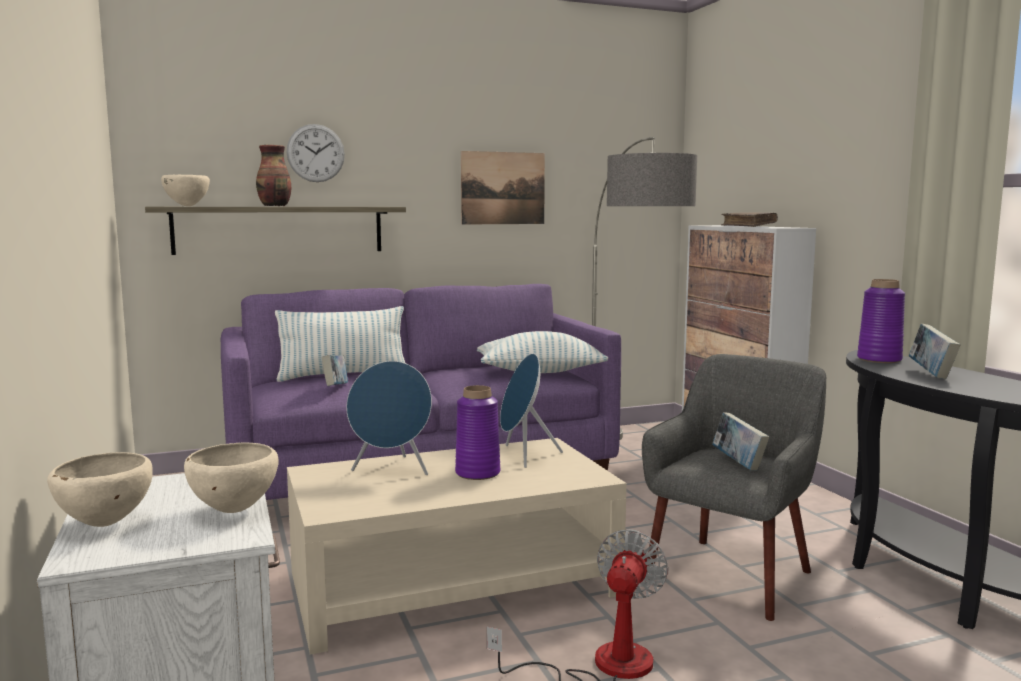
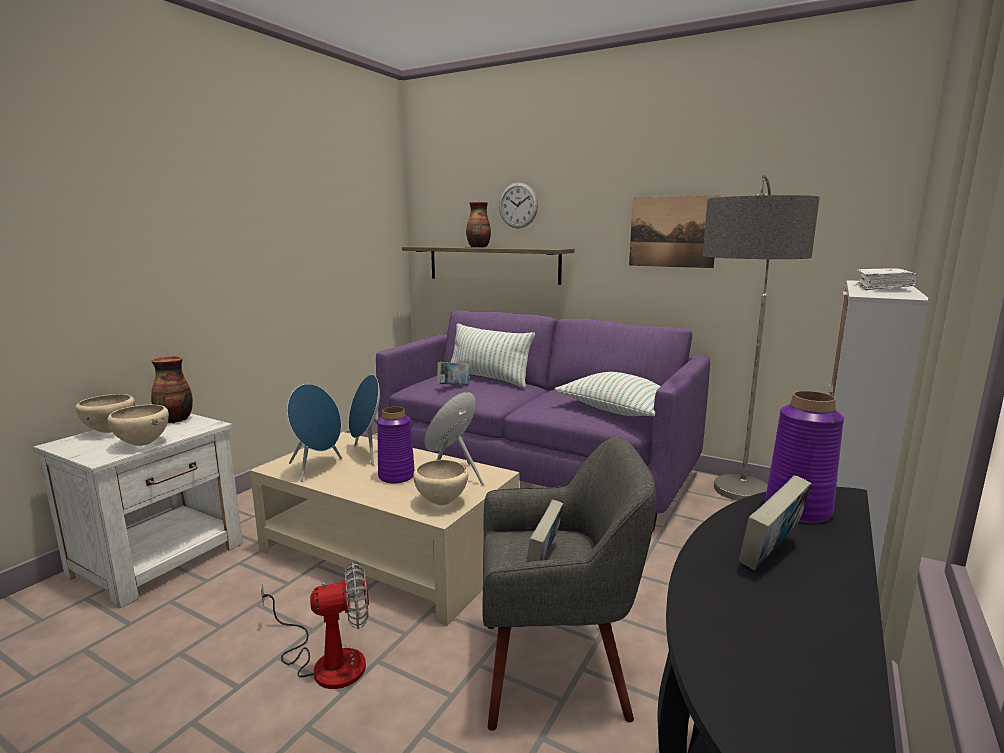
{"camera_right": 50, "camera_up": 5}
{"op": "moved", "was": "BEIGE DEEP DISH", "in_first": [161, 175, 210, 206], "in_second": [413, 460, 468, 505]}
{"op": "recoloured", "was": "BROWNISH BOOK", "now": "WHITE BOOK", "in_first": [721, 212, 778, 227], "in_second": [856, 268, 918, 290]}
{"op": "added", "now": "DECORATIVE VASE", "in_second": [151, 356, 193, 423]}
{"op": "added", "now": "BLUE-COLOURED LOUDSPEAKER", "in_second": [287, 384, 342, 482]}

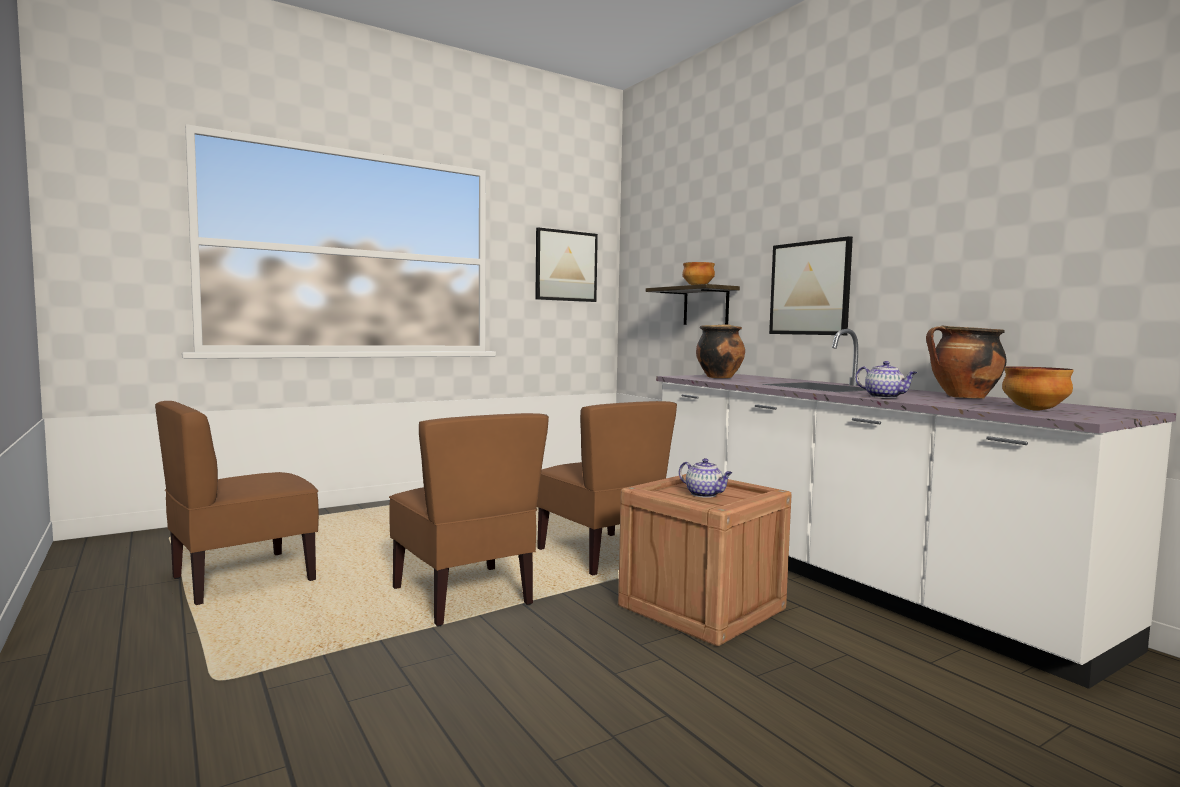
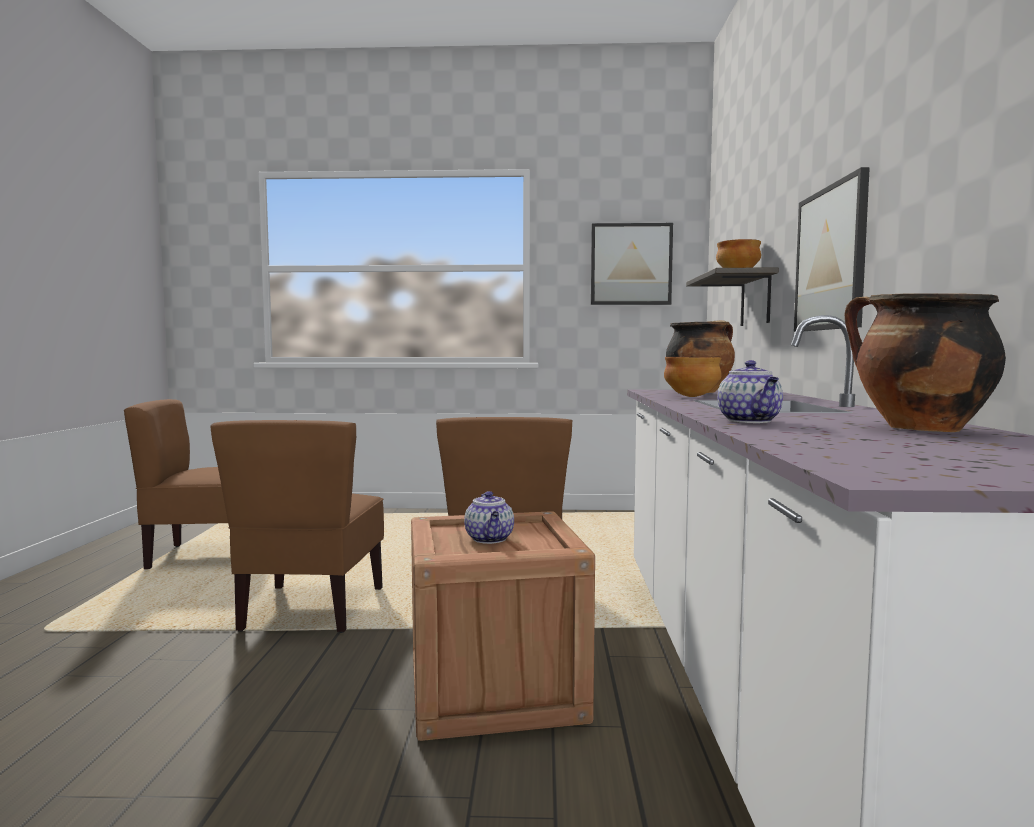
{"camera_right": 35, "camera_up": 0}
{"op": "moved", "was": "DEEP DISH", "in_first": [1002, 366, 1074, 411], "in_second": [664, 357, 721, 397]}

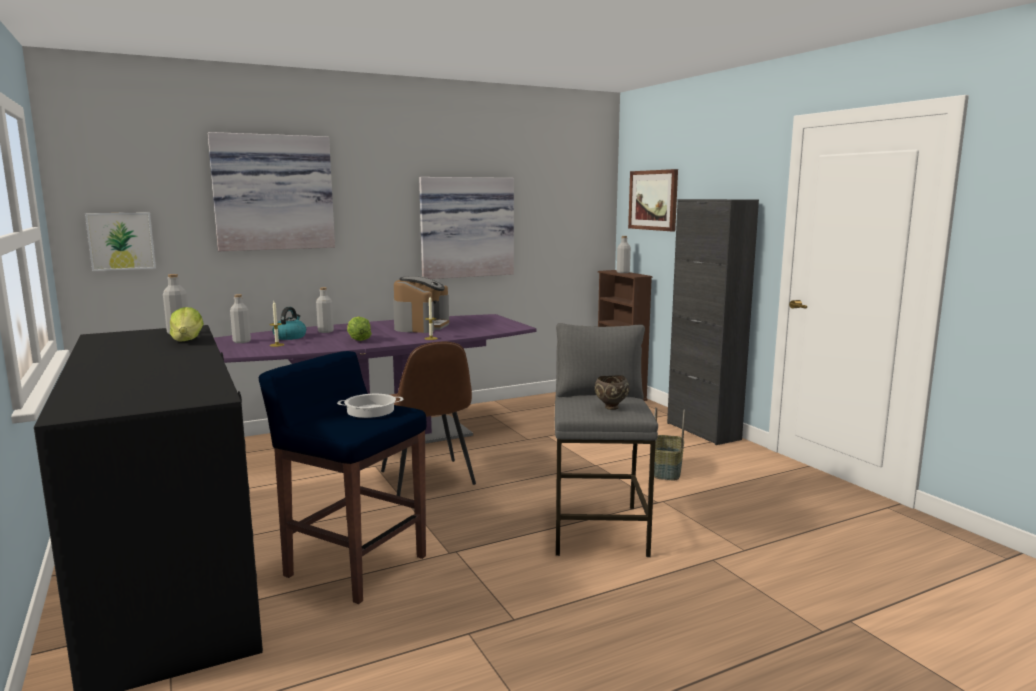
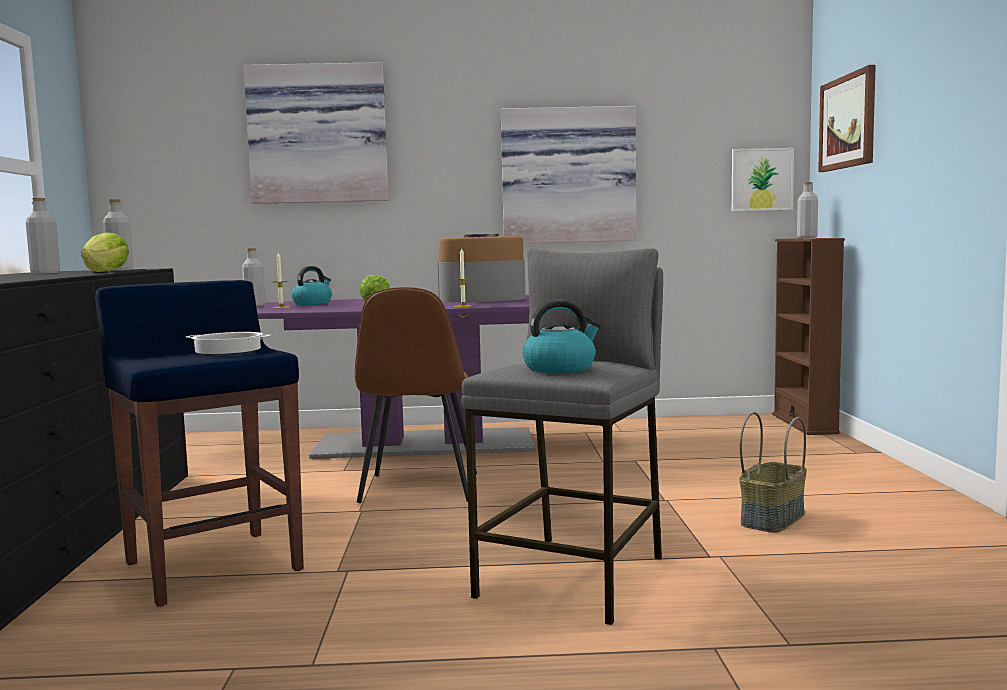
{"camera_right": 25, "camera_up": -5}
{"op": "removed", "was": "BLACKISH CUPBOARD", "in_first": [667, 199, 759, 445]}
{"op": "moved", "was": "WALL PICTURE", "in_first": [85, 212, 156, 271], "in_second": [732, 148, 794, 211]}
{"op": "turned", "was": "COFFEE MACHINE", "in_first": [393, 276, 449, 333], "in_second": [438, 234, 526, 302], "clockwise": -135}
{"op": "moved", "was": "GRAY DRINK BOTTLE", "in_first": [316, 287, 334, 333], "in_second": [26, 198, 60, 274]}
{"op": "replaced", "was": "BROWNISH DEEP DISH", "now": "TEA KETTLE", "in_first": [595, 375, 630, 410], "in_second": [523, 300, 601, 373]}

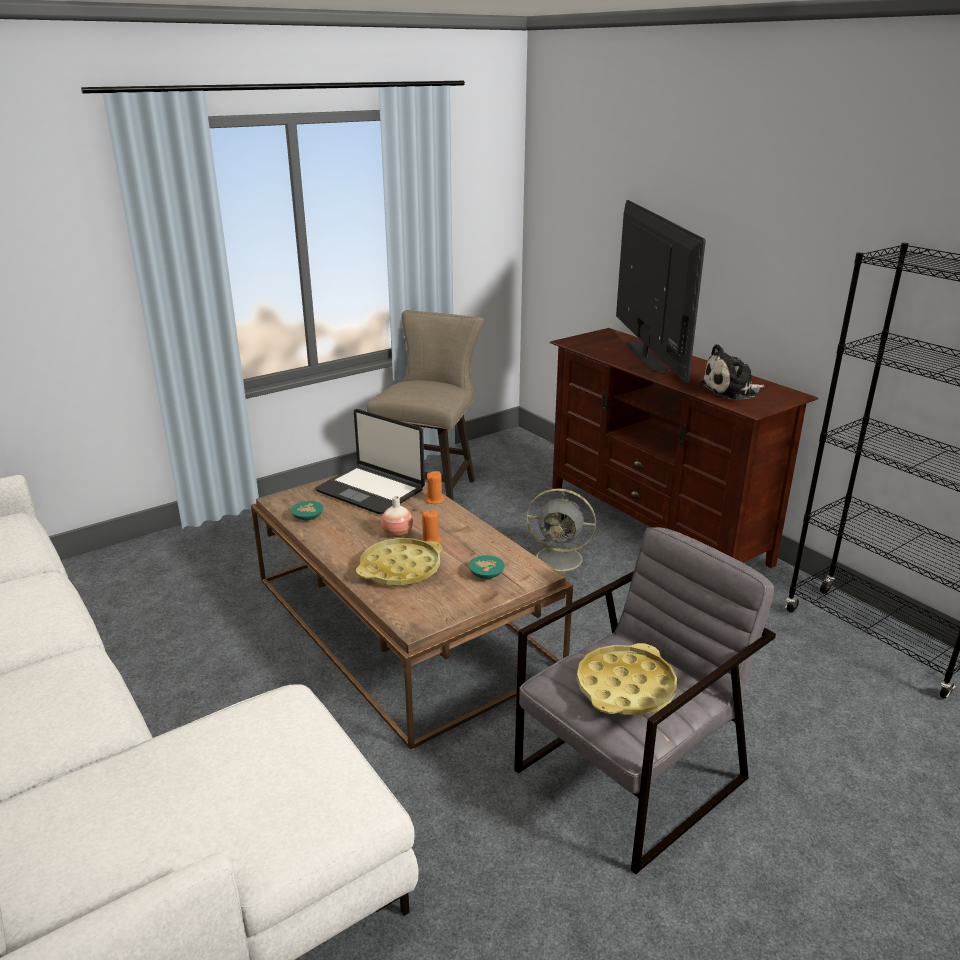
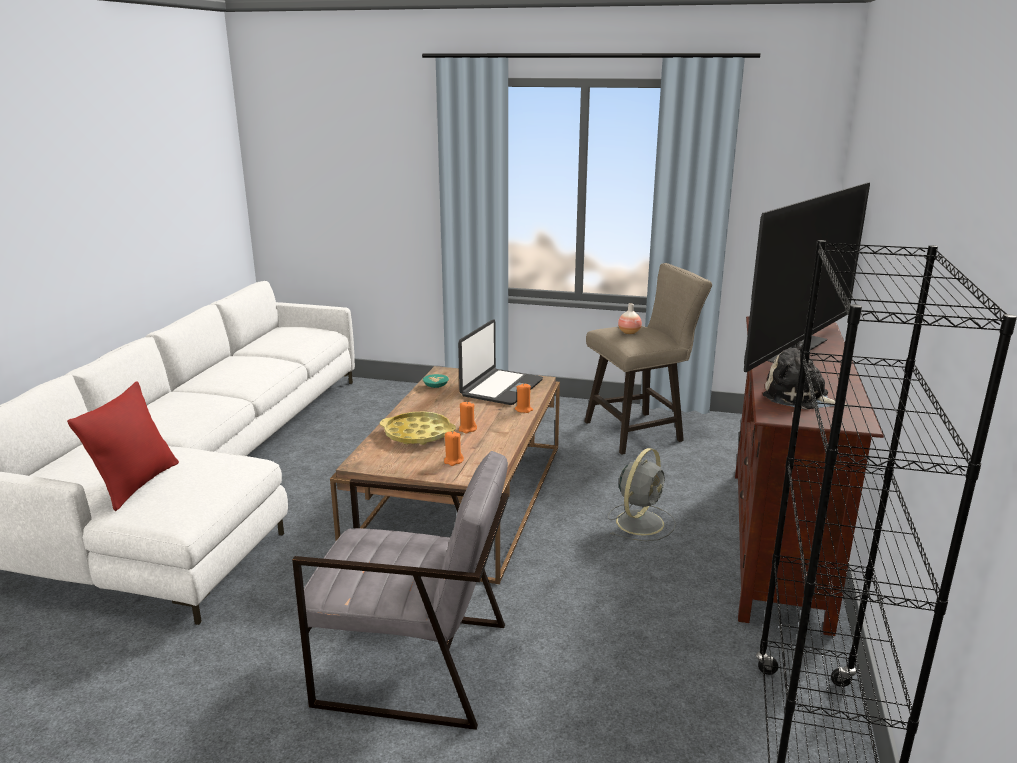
{"camera_right": 50, "camera_up": -5}
{"op": "turned", "was": "NOTEBOOK COMPUTER", "in_first": [315, 409, 425, 514], "in_second": [458, 319, 543, 405], "clockwise": -150}
{"op": "turned", "was": "GRAY COOLING FAN", "in_first": [526, 488, 596, 577], "in_second": [608, 448, 676, 541], "clockwise": -120}
{"op": "moved", "was": "DECORATIVE VASE", "in_first": [381, 496, 413, 537], "in_second": [618, 303, 642, 334]}
{"op": "replaced", "was": "TURQUOISE-COLOURED DEEP DISH", "now": "ORANGEY CANDLE", "in_first": [468, 555, 505, 579], "in_second": [444, 431, 464, 466]}
{"op": "removed", "was": "YELLOWISH TRAY", "in_first": [577, 643, 677, 715]}
{"op": "added", "now": "RED-COLOURED CUSHION", "in_second": [67, 381, 179, 511]}

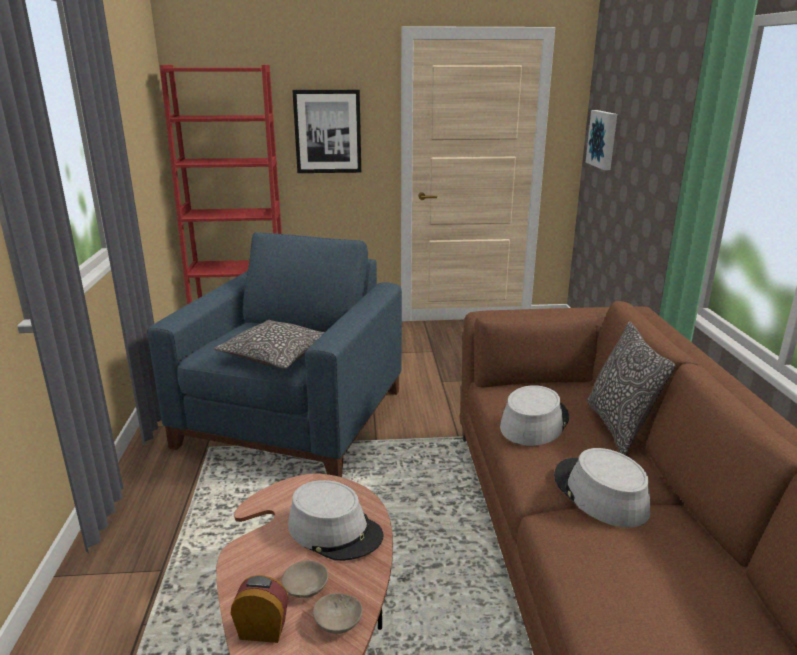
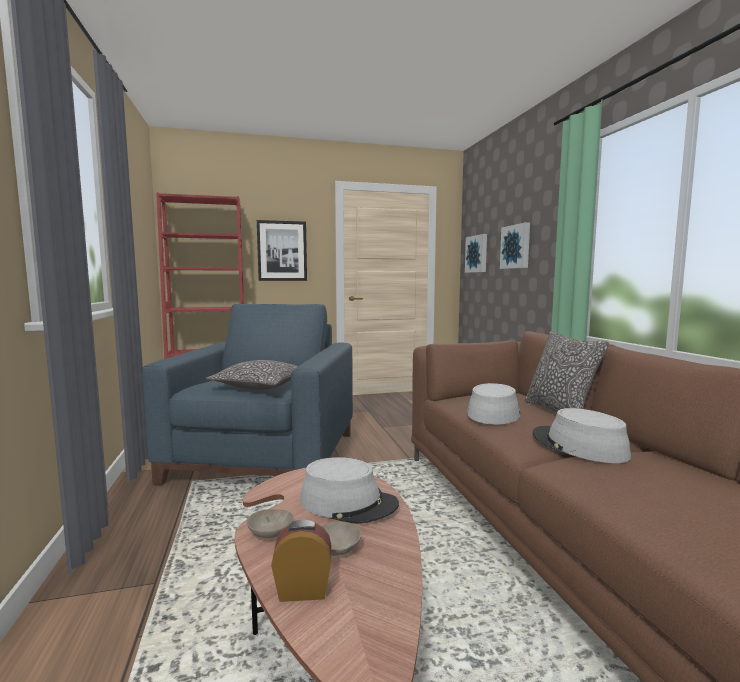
{"camera_right": -10, "camera_up": -15}
{"op": "moved", "was": "BEIGE DEEP DISH", "in_first": [313, 593, 362, 634], "in_second": [247, 509, 294, 538]}
{"op": "added", "now": "WALL PICTURE", "in_second": [500, 222, 530, 269]}

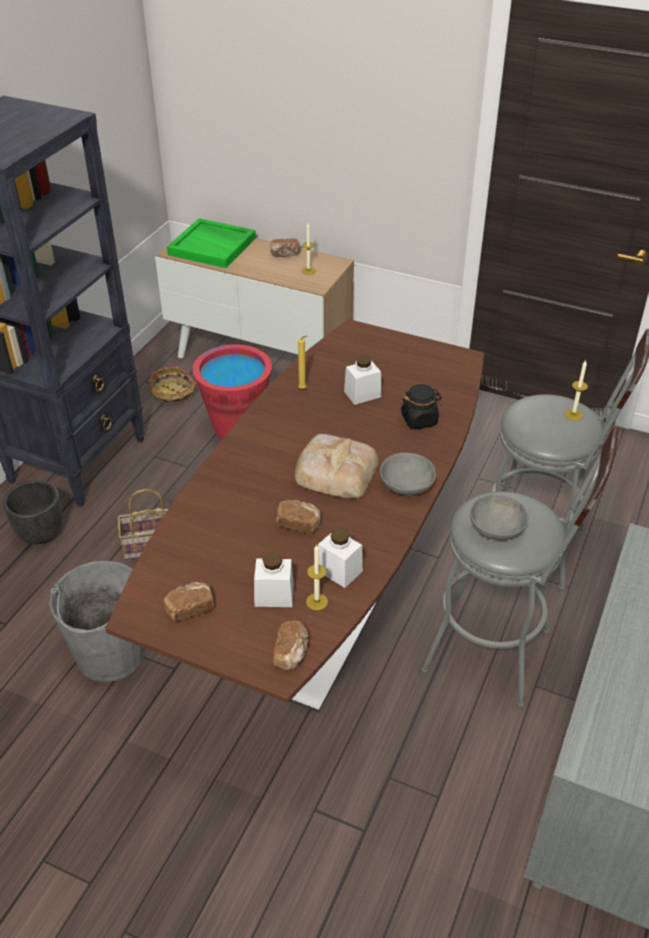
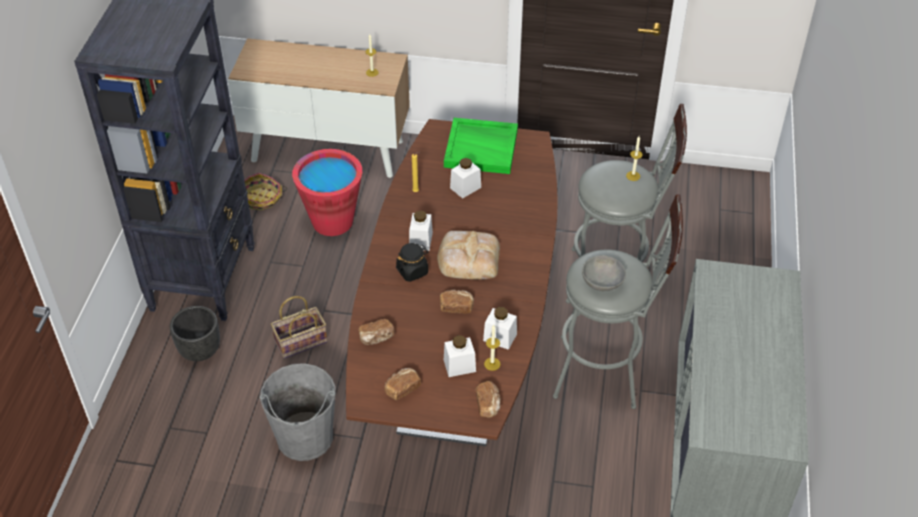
{"camera_right": -15, "camera_up": 5}
{"op": "moved", "was": "GREEN TRAY", "in_first": [167, 218, 256, 268], "in_second": [444, 118, 518, 174]}
{"op": "moved", "was": "BAKED BREAD", "in_first": [270, 238, 301, 257], "in_second": [359, 319, 395, 345]}
{"op": "moved", "was": "BLACKISH STORAGE JAR", "in_first": [400, 384, 442, 429], "in_second": [396, 243, 429, 282]}
{"op": "removed", "was": "GRAY DEEP DISH", "in_first": [380, 453, 436, 495]}
{"op": "added", "now": "WHITE STORAGE JAR", "in_second": [409, 211, 433, 251]}

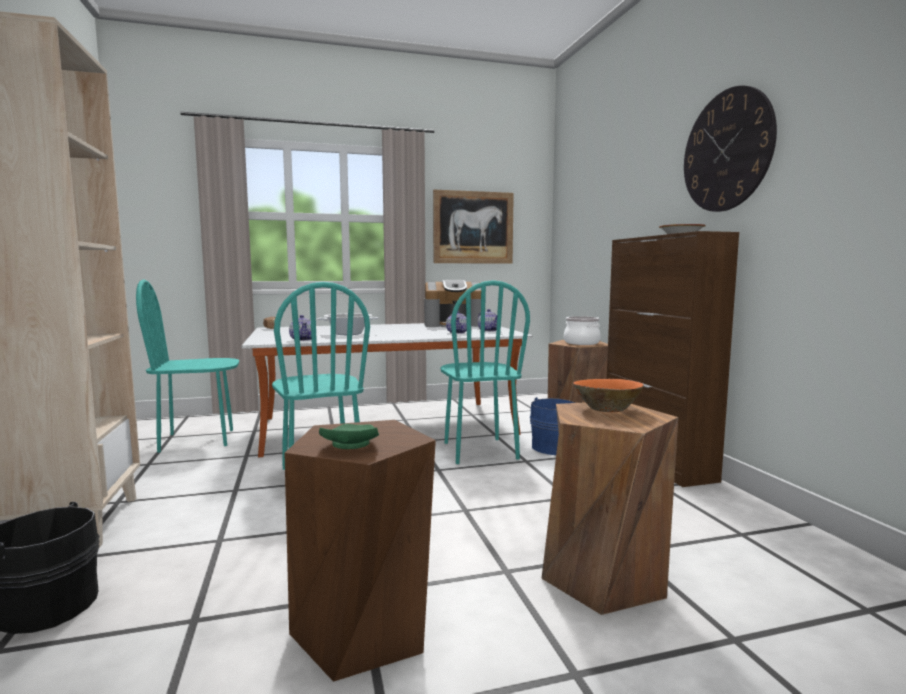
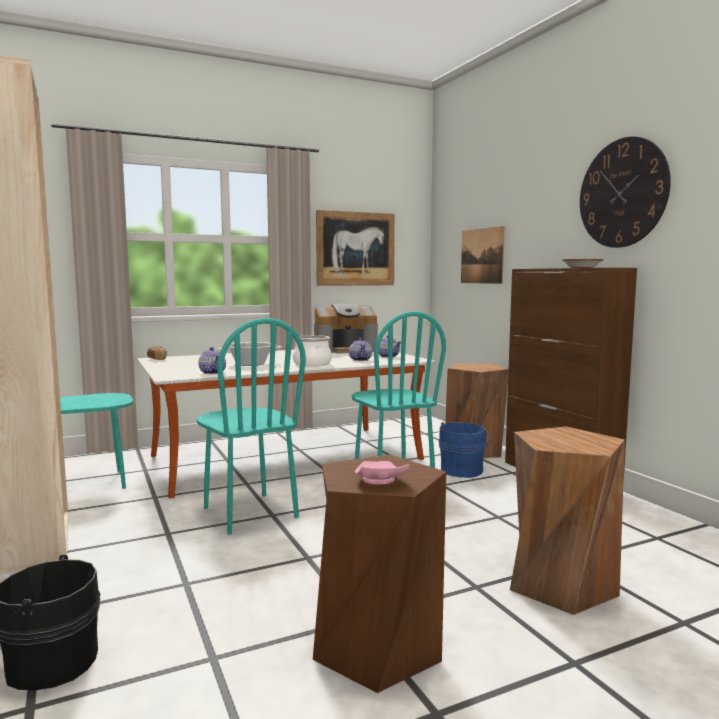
{"camera_right": -10, "camera_up": 0}
{"op": "moved", "was": "COOKING POT", "in_first": [564, 316, 601, 345], "in_second": [293, 335, 332, 367]}
{"op": "removed", "was": "ORANGEY DEEP DISH", "in_first": [573, 379, 644, 412]}
{"op": "recoloured", "was": "GREEN DINNER PLATE", "now": "PINKISH DINNER PLATE", "in_first": [319, 424, 379, 449], "in_second": [355, 461, 410, 485]}
{"op": "added", "now": "WALL PICTURE", "in_second": [461, 226, 505, 284]}

